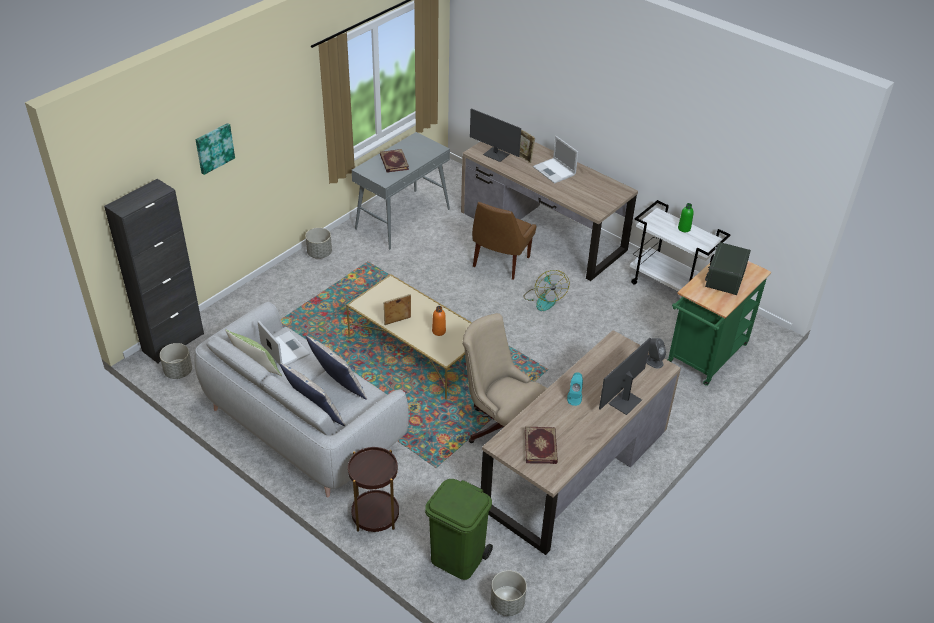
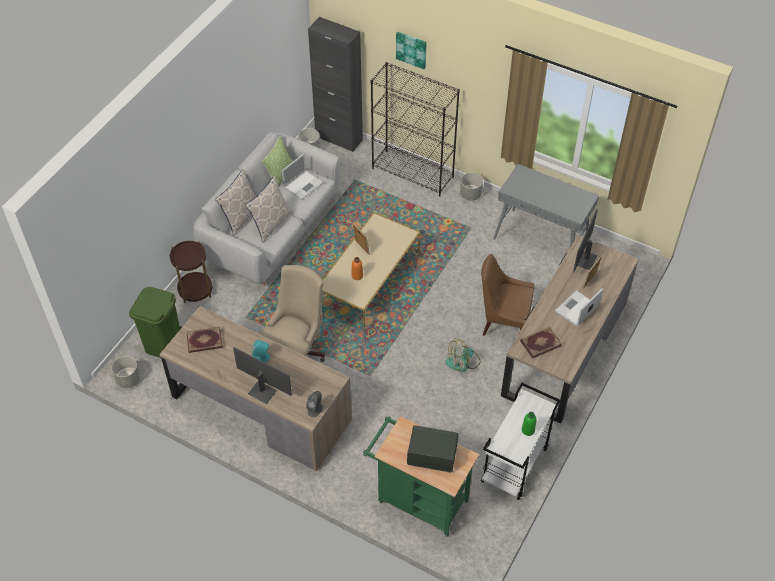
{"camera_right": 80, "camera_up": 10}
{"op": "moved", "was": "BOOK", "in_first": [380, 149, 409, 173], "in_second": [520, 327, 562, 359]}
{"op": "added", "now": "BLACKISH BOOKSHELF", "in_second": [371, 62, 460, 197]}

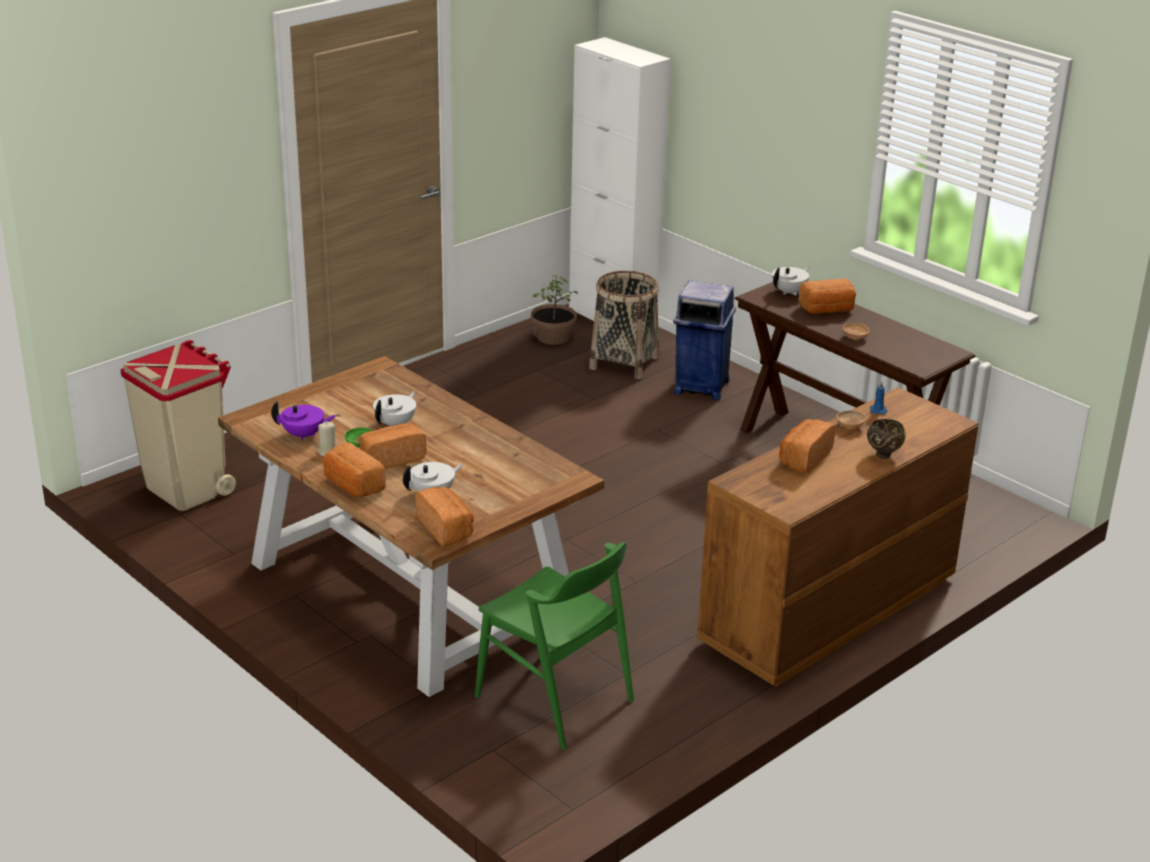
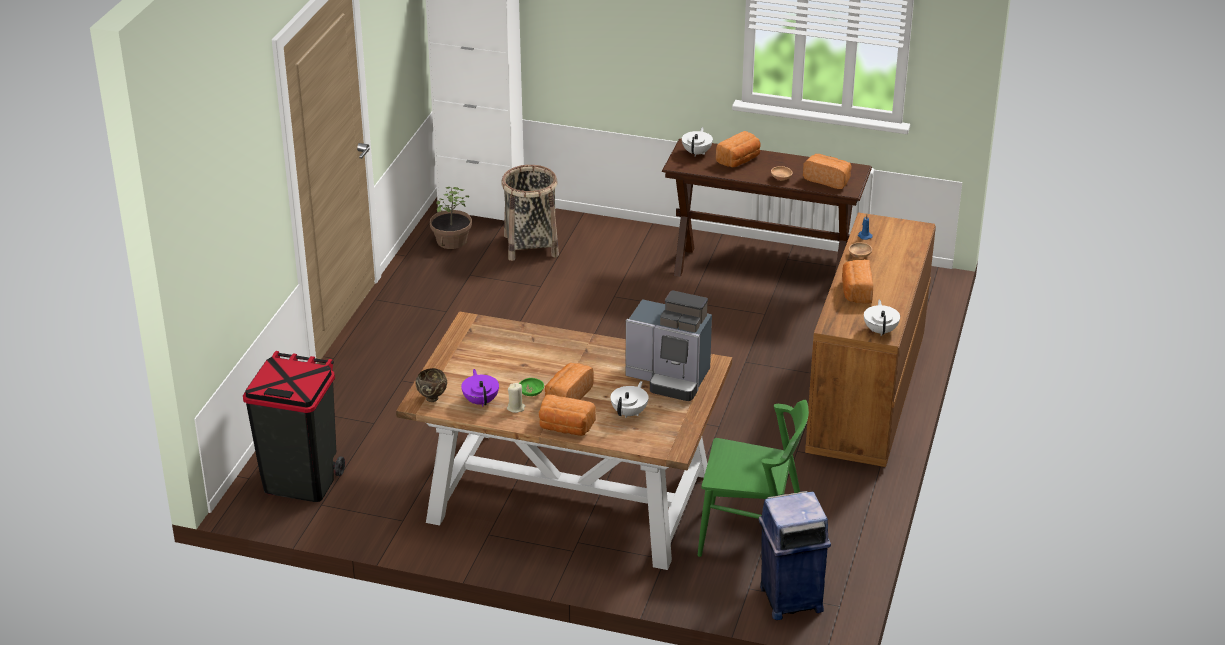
{"camera_right": -30, "camera_up": 5}
{"op": "moved", "was": "BLUE-COLOURED TRASH CAN", "in_first": [673, 281, 736, 400], "in_second": [759, 491, 831, 620]}
{"op": "recoloured", "was": "BEIGE TRASH CAN", "now": "BLACKISH TRASH CAN", "in_first": [121, 340, 236, 511], "in_second": [243, 351, 345, 502]}
{"op": "moved", "was": "WHITE POT FOR TEA", "in_first": [373, 391, 416, 426], "in_second": [864, 300, 900, 336]}
{"op": "turned", "was": "PURPLE POT FOR TEA", "in_first": [271, 401, 336, 441], "in_second": [461, 369, 499, 407], "clockwise": -75}
{"op": "moved", "was": "BROWNISH DEEP DISH", "in_first": [867, 419, 906, 459], "in_second": [415, 368, 447, 402]}
{"op": "moved", "was": "BAKED BREAD", "in_first": [415, 487, 474, 546], "in_second": [803, 154, 852, 189]}
{"op": "added", "now": "COFFEE MACHINE", "in_second": [626, 290, 712, 401]}

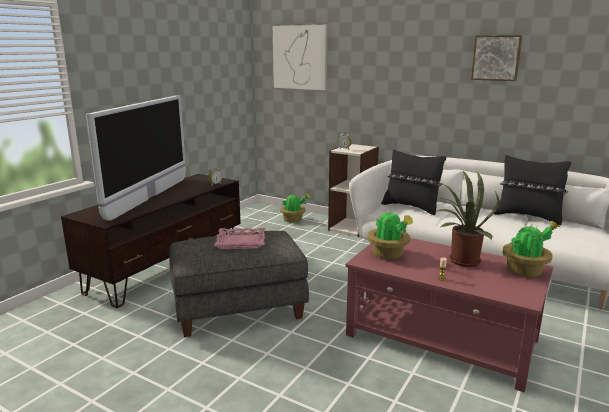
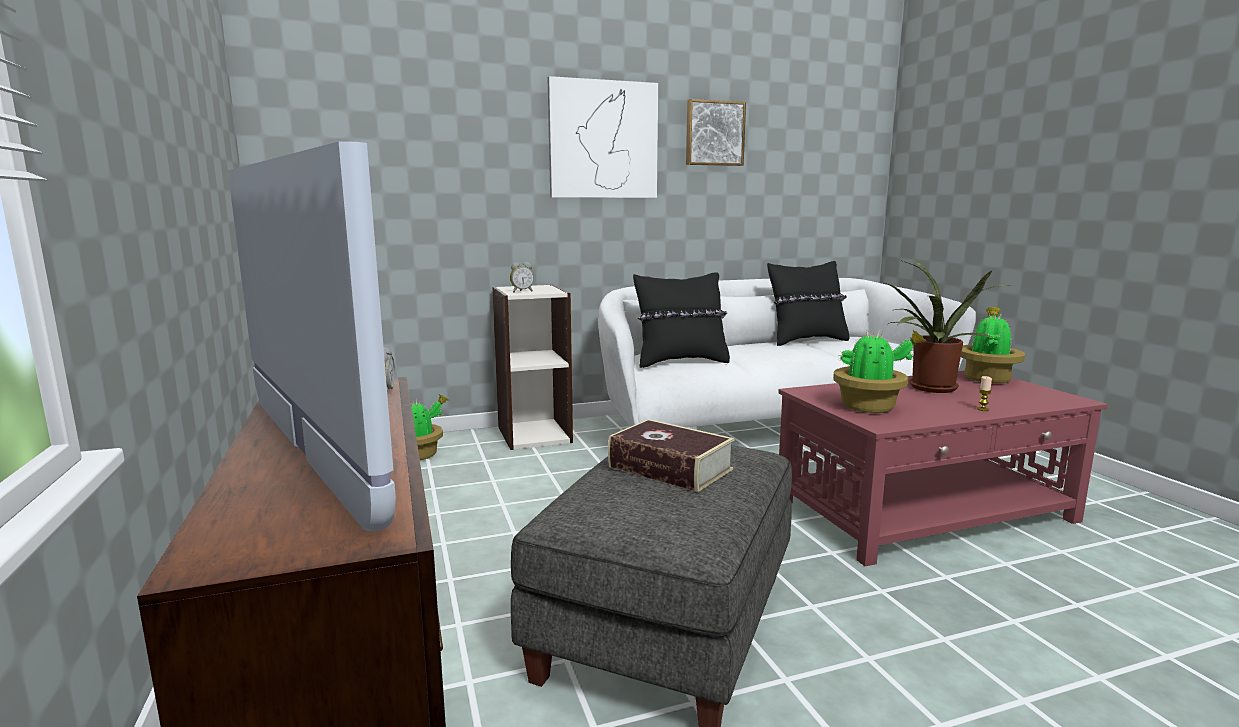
{"camera_right": -50, "camera_up": -5}
{"op": "moved", "was": "WALL PICTURE", "in_first": [273, 25, 328, 90], "in_second": [547, 76, 658, 198]}
{"op": "replaced", "was": "PINKISH TRAY", "now": "BOOK", "in_first": [214, 228, 265, 249], "in_second": [608, 419, 735, 492]}

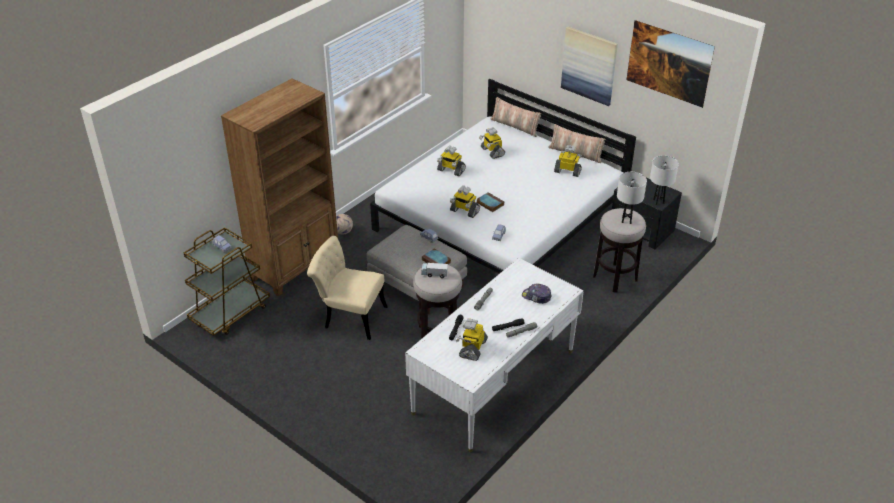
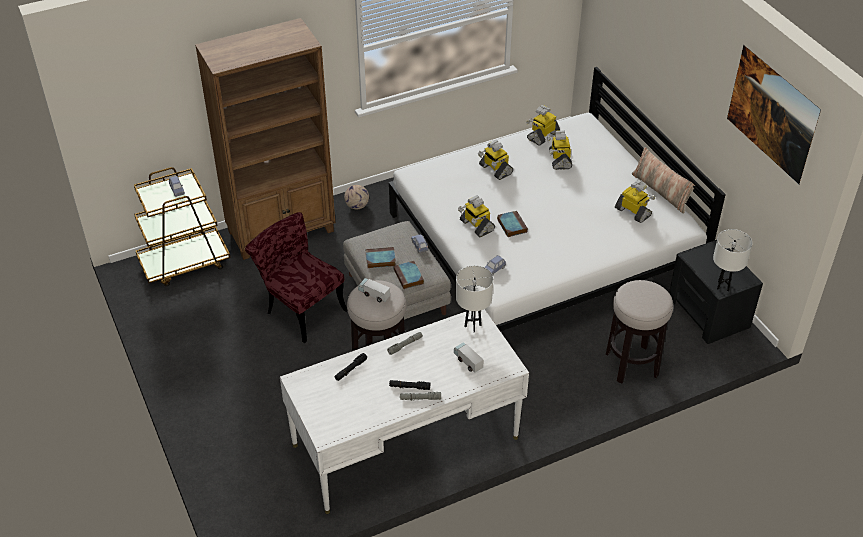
{"camera_right": 25, "camera_up": 5}
{"op": "removed", "was": "WALL PICTURE", "in_first": [561, 27, 618, 106]}
{"op": "removed", "was": "CUSHION", "in_first": [490, 97, 541, 137]}
{"op": "moved", "was": "WHITE LAMP FOR A TABLE", "in_first": [617, 172, 647, 224], "in_second": [456, 265, 493, 332]}
{"op": "recoloured", "was": "BEIGE UPRIGHT CHAIR", "now": "RED-COLOURED UPRIGHT CHAIR", "in_first": [307, 236, 388, 340], "in_second": [245, 212, 347, 343]}
{"op": "replaced", "was": "PEAKED CAP", "now": "MODEL TRUCK", "in_first": [522, 283, 551, 304], "in_second": [454, 342, 484, 373]}
{"op": "moved", "was": "ROBOT FIGURE", "in_first": [456, 318, 488, 361], "in_second": [526, 105, 560, 145]}
{"op": "added", "now": "BOOK", "in_second": [366, 247, 396, 268]}

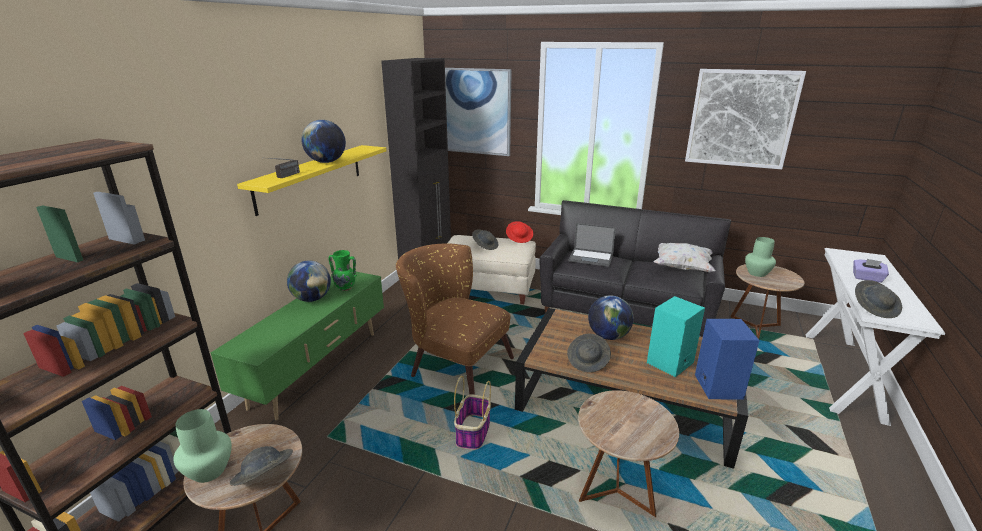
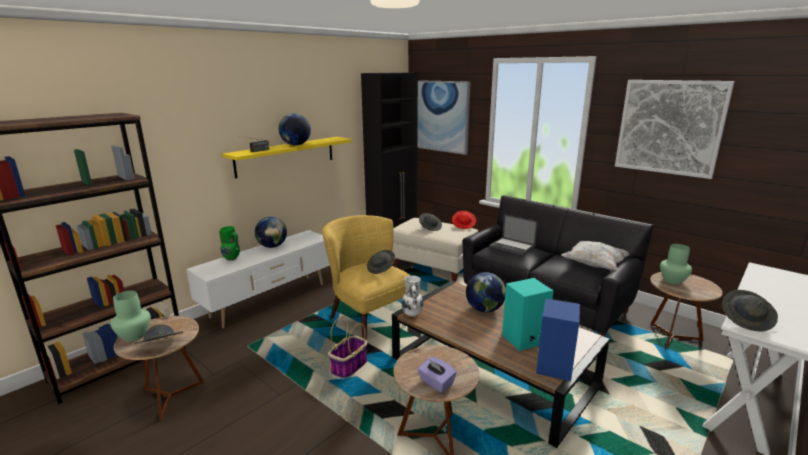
{"camera_right": 20, "camera_up": -5}
{"op": "recoloured", "was": "BROWNISH EASY CHAIR", "now": "YELLOWISH EASY CHAIR", "in_first": [396, 243, 514, 395], "in_second": [322, 215, 410, 340]}
{"op": "moved", "was": "GREEN DECORATIVE VASE", "in_first": [328, 250, 357, 291], "in_second": [219, 226, 240, 261]}
{"op": "moved", "was": "PURPLE BOX OF TISSUES", "in_first": [853, 259, 889, 283], "in_second": [418, 356, 456, 393]}
{"op": "recoloured", "was": "GREEN MEDIA CONSOLE", "now": "WHITE MEDIA CONSOLE", "in_first": [211, 272, 384, 420], "in_second": [186, 230, 330, 328]}
{"op": "moved", "was": "GRAY WEARABLE HAT", "in_first": [567, 334, 611, 373], "in_second": [367, 250, 395, 274]}
{"op": "added", "now": "WHITE DECORATIVE VASE", "in_second": [402, 275, 423, 317]}

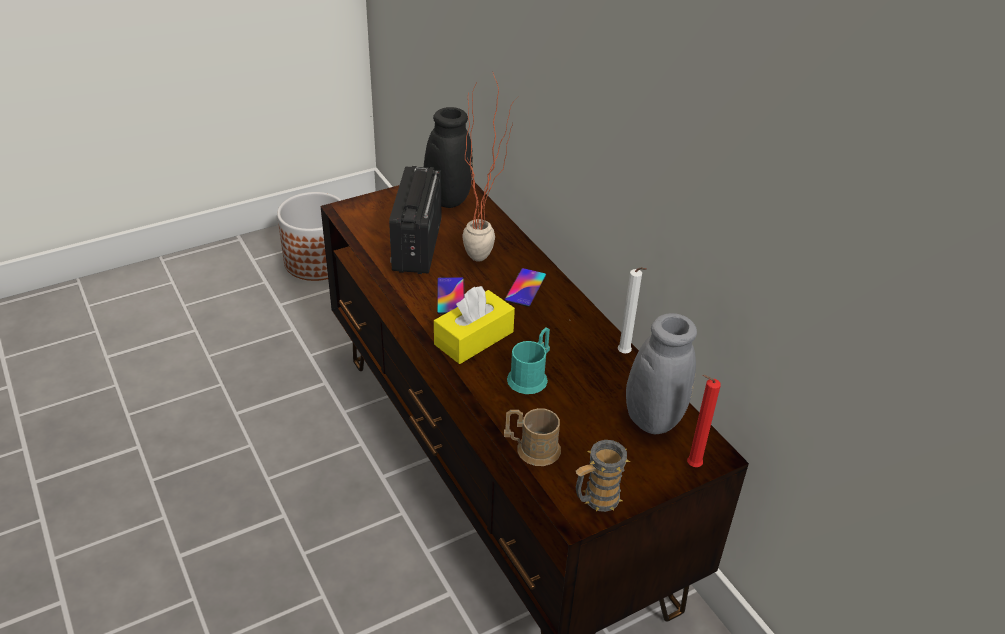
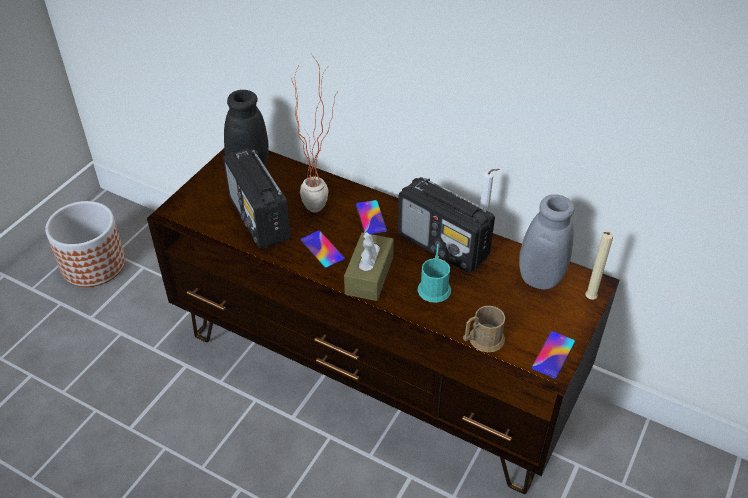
{"camera_right": -30, "camera_up": 5}
{"op": "recoloured", "was": "YELLOWISH BOX OF TISSUES", "now": "BROWNISH BOX OF TISSUES", "in_first": [434, 286, 515, 364], "in_second": [344, 232, 394, 301]}
{"op": "recoloured", "was": "RED-COLOURED CANDLE", "now": "BEIGE CANDLE", "in_first": [687, 375, 721, 467], "in_second": [585, 232, 613, 300]}
{"op": "replaced", "was": "COFFEE MUG", "now": "HANDSET", "in_first": [576, 440, 630, 512], "in_second": [531, 331, 575, 379]}
{"op": "added", "now": "RADIO RECEIVER", "in_second": [398, 177, 495, 273]}

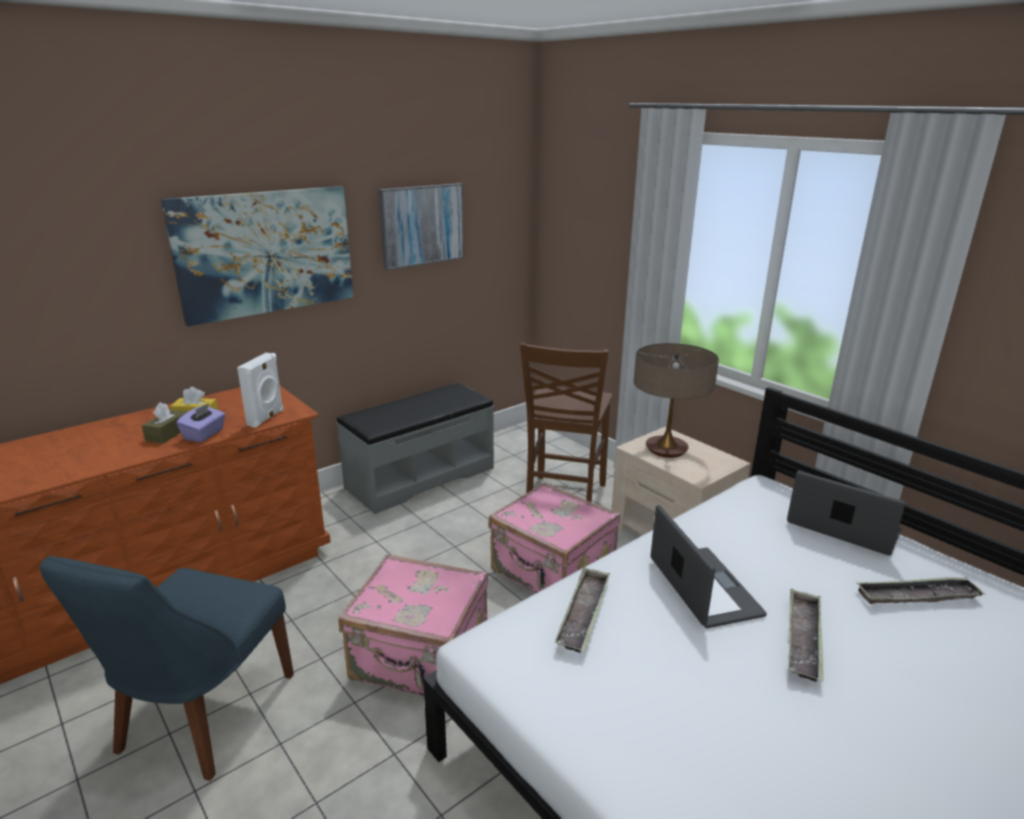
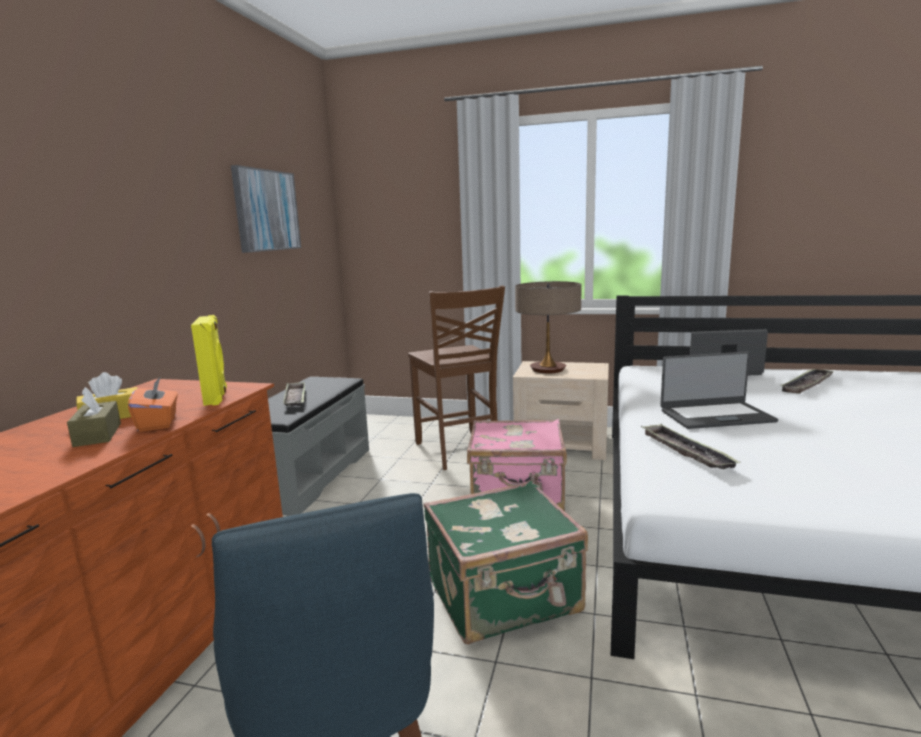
{"camera_right": -35, "camera_up": -10}
{"op": "removed", "was": "WALL PICTURE", "in_first": [161, 186, 353, 327]}
{"op": "recoloured", "was": "WHITE LOUDSPEAKER", "now": "YELLOWISH LOUDSPEAKER", "in_first": [237, 353, 284, 428], "in_second": [191, 315, 227, 406]}
{"op": "recoloured", "was": "PURPLE BOX OF TISSUES", "now": "ORANGEY BOX OF TISSUES", "in_first": [176, 403, 226, 442], "in_second": [128, 376, 178, 432]}
{"op": "turned", "was": "NOTEBOOK COMPUTER", "in_first": [651, 505, 767, 628], "in_second": [660, 352, 778, 429], "clockwise": 135}
{"op": "recoloured", "was": "PINKISH PIECE OF LUGGAGE", "now": "GREEN PIECE OF LUGGAGE", "in_first": [339, 554, 488, 696], "in_second": [424, 481, 588, 645]}
{"op": "moved", "was": "TRAY", "in_first": [788, 588, 824, 682], "in_second": [283, 382, 305, 407]}

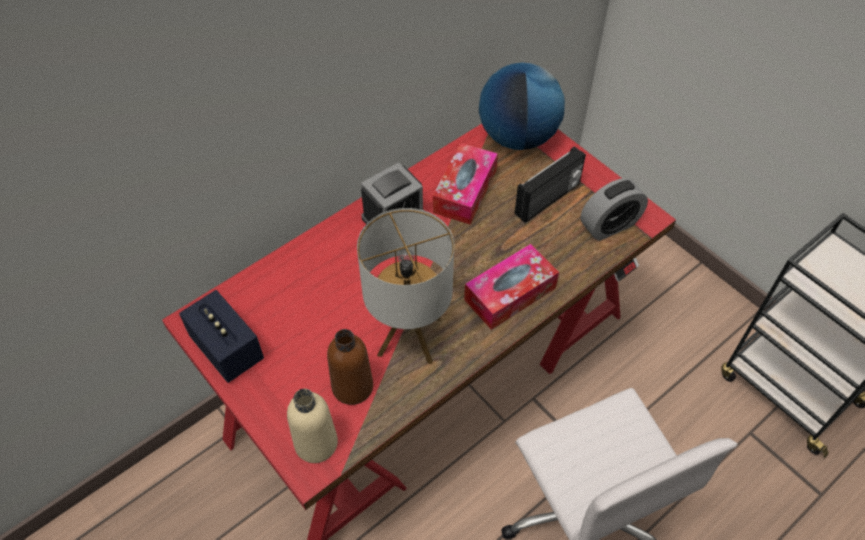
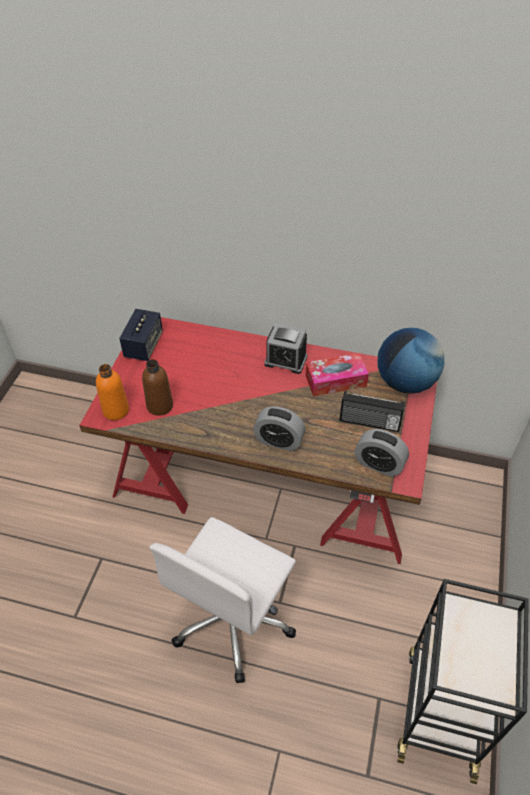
{"camera_right": 55, "camera_up": -5}
{"op": "removed", "was": "LAMP FOR A TABLE", "in_first": [357, 208, 454, 364]}
{"op": "replaced", "was": "BOX OF TISSUES", "now": "ALARM CLOCK", "in_first": [464, 244, 559, 330], "in_second": [253, 406, 305, 451]}
{"op": "recoloured", "was": "BEIGE DRINK BOTTLE", "now": "ORANGEY DRINK BOTTLE", "in_first": [287, 389, 338, 463], "in_second": [96, 364, 129, 420]}

